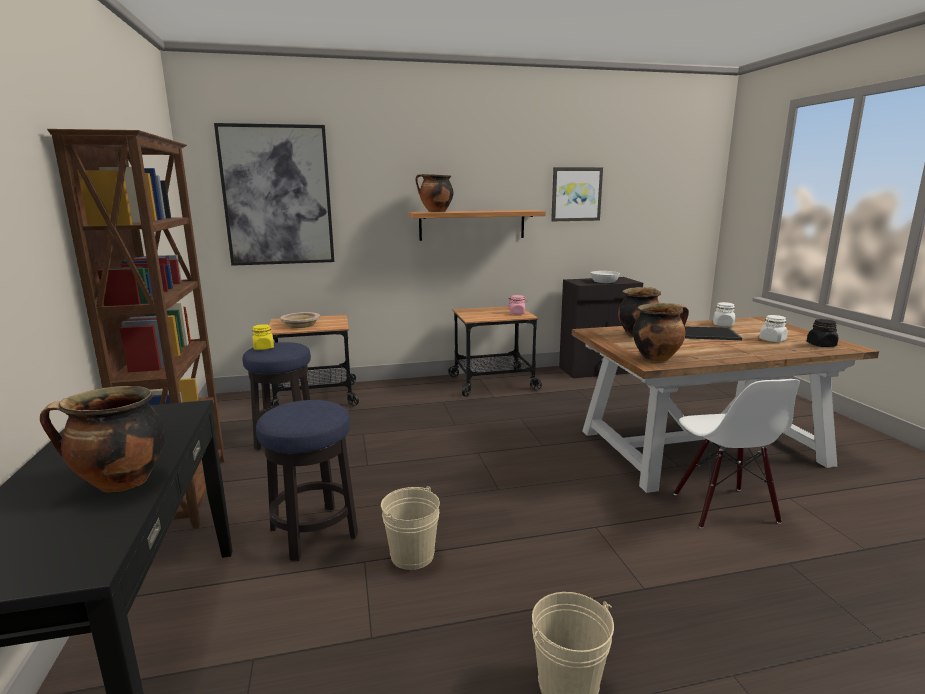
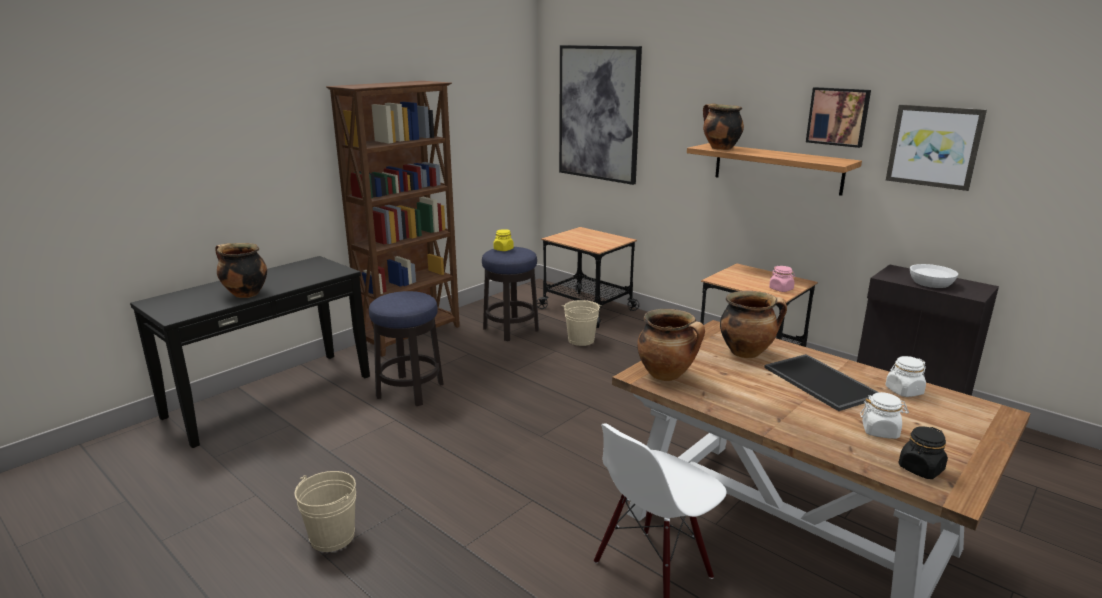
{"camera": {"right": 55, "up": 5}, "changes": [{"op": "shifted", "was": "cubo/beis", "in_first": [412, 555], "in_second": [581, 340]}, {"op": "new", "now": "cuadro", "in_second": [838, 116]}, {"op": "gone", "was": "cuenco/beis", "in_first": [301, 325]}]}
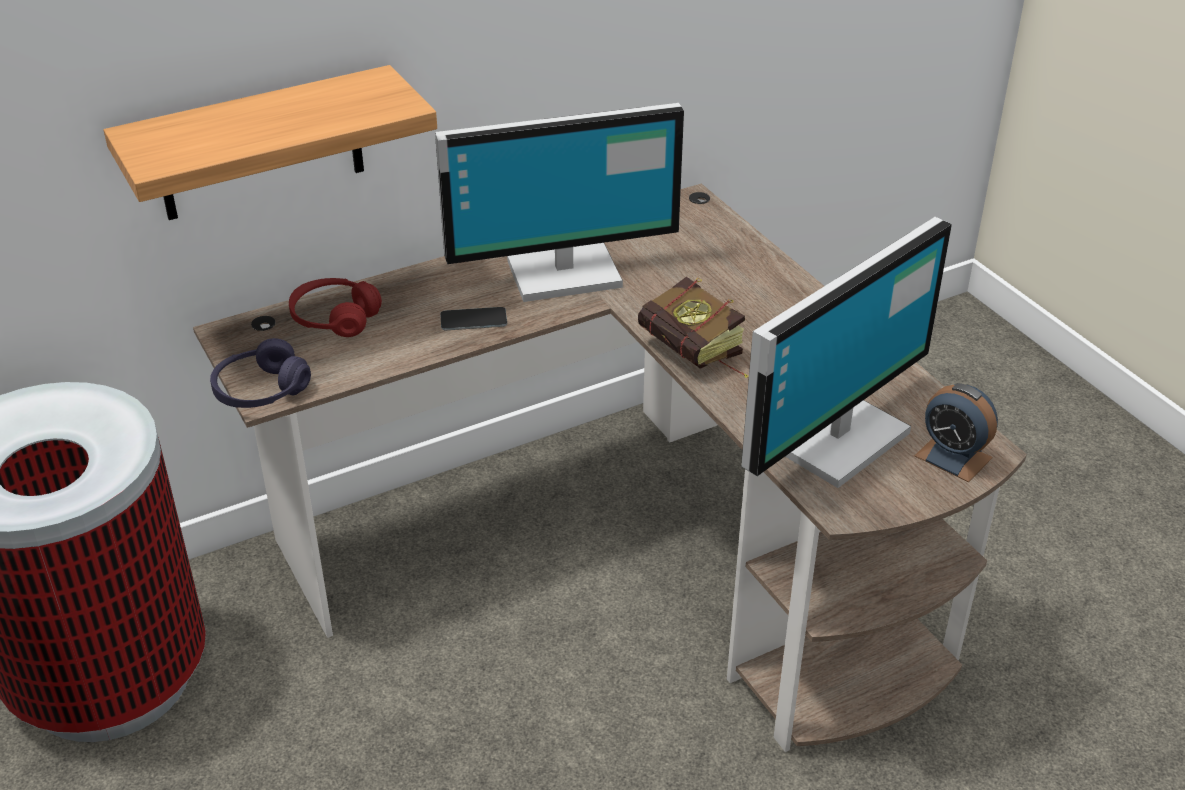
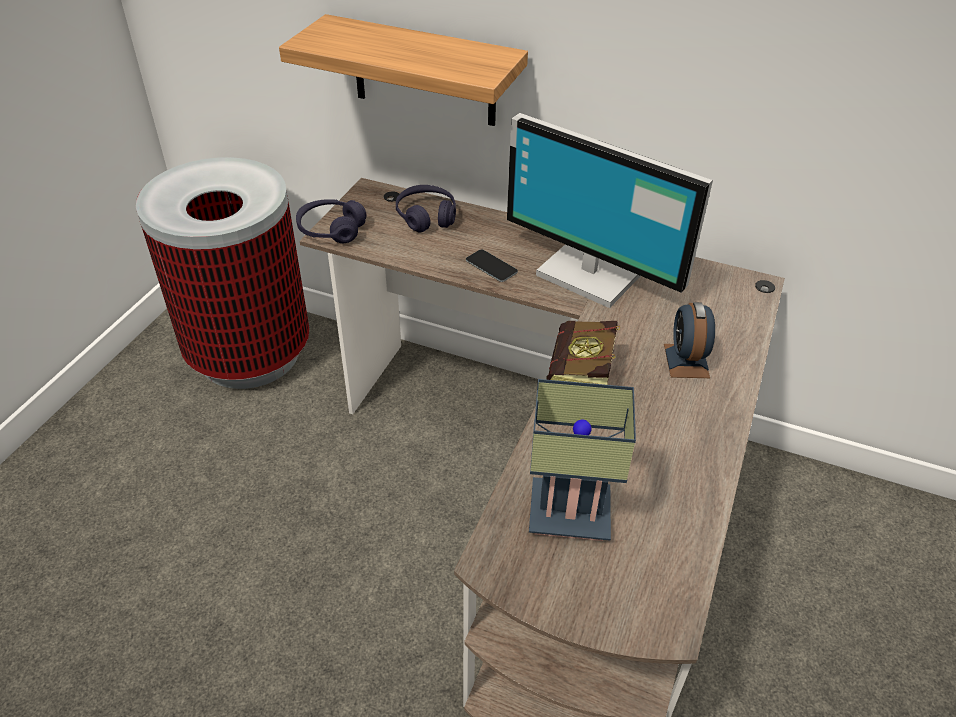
{"camera": {"right": 50, "up": 5}, "changes": [{"op": "repainted", "was": "auriculares/rojo", "now": "auriculares/morado", "in_first": [335, 318], "in_second": [426, 217]}, {"op": "swapped", "was": "monitor", "now": "lámpara de mesa", "in_first": [834, 437], "in_second": [573, 511]}, {"op": "shifted", "was": "despertador", "in_first": [953, 457], "in_second": [686, 361]}]}
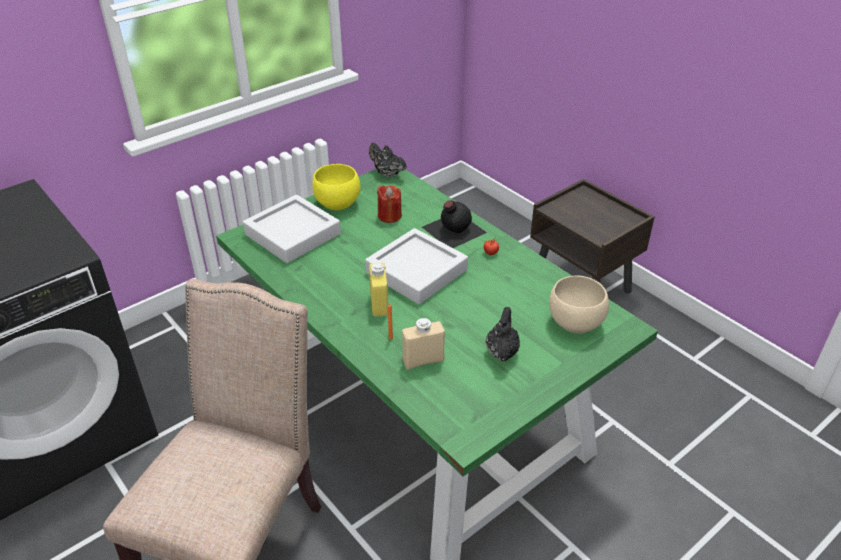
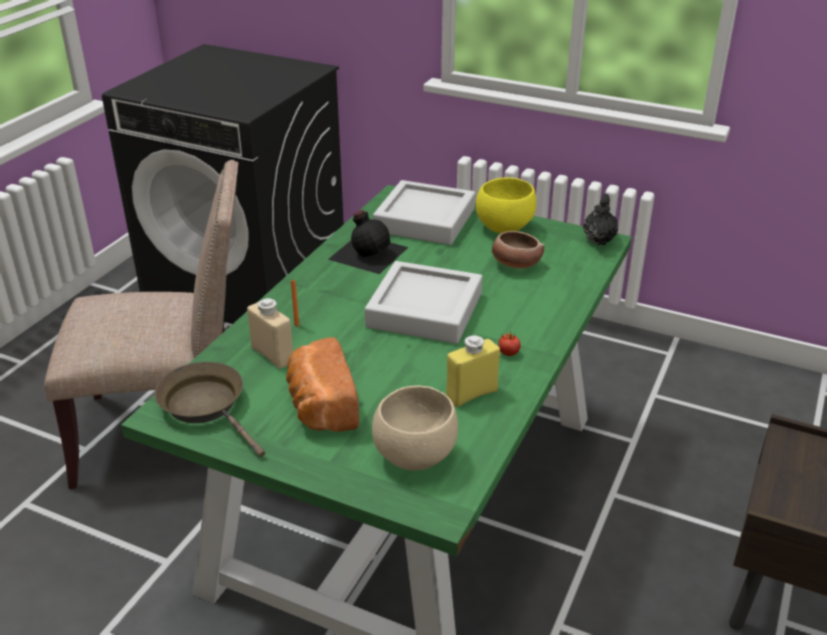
{"camera": {"right": 65, "up": -5}, "changes": [{"op": "new", "now": "sartén/marrón", "in_second": [207, 406]}, {"op": "swapped", "was": "tetera/negro", "now": "pan", "in_first": [501, 352], "in_second": [320, 407]}, {"op": "shifted", "was": "botella/negro", "in_first": [452, 229], "in_second": [368, 252]}, {"op": "shifted", "was": "botella/amarillo", "in_first": [379, 304], "in_second": [471, 394]}, {"op": "swapped", "was": "vela/rojo", "now": "cuenco", "in_first": [389, 216], "in_second": [515, 264]}]}
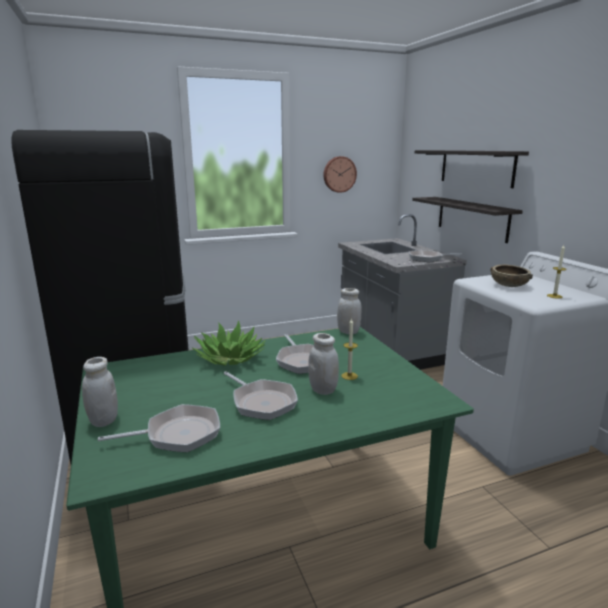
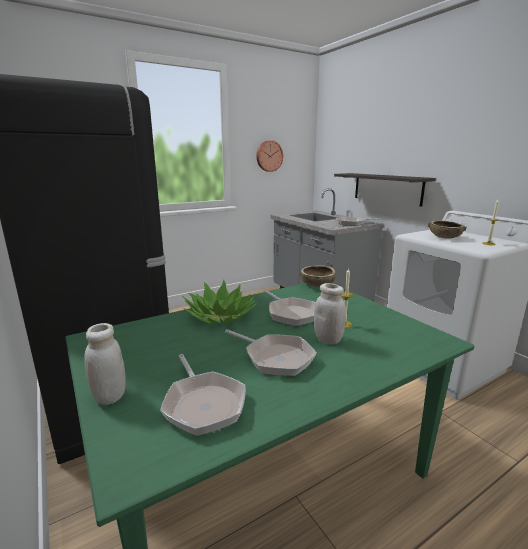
{"camera": {"right": -10, "up": 0}, "changes": [{"op": "rotated", "was": "sartén", "in_first": [177, 434], "in_second": [203, 403], "clockwise": 90}, {"op": "swapped", "was": "tarro/blanco", "now": "cuenco/marrón", "in_first": [348, 332], "in_second": [317, 285]}, {"op": "gone", "was": "estante", "in_first": [476, 167]}]}
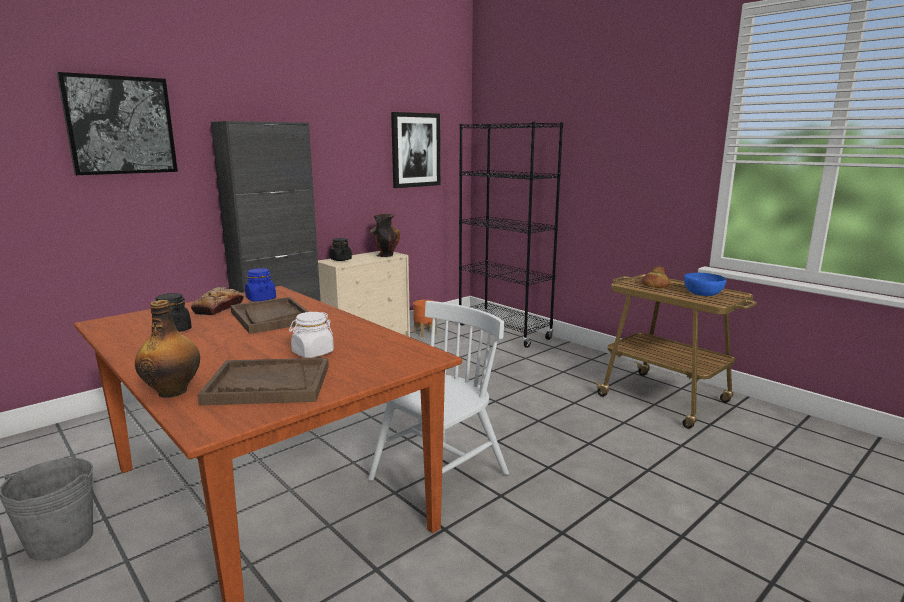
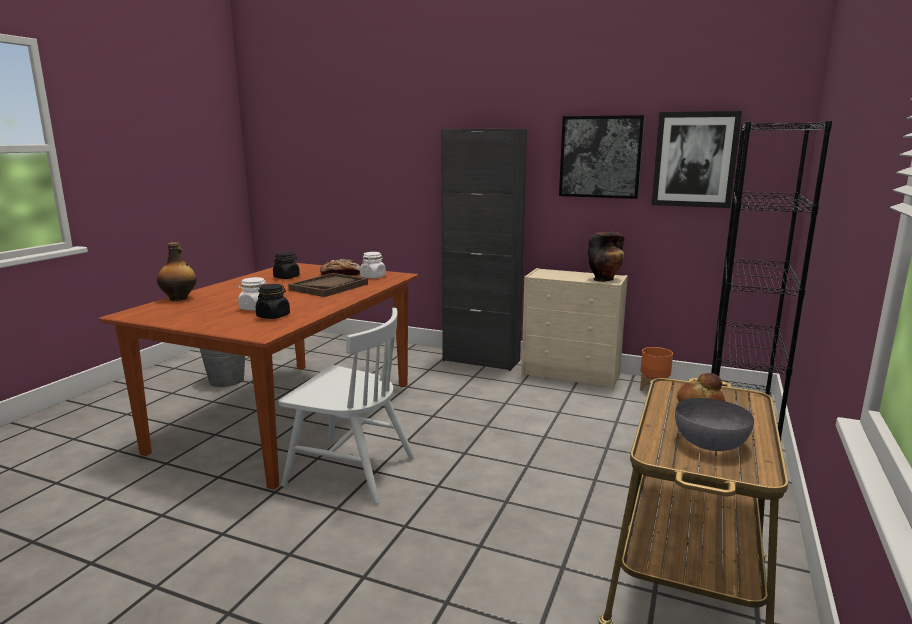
{"camera": {"right": 65, "up": 0}, "changes": [{"op": "shifted", "was": "tarro/negro", "in_first": [340, 259], "in_second": [273, 316]}, {"op": "repainted", "was": "tarro/azul", "now": "tarro/blanco", "in_first": [261, 299], "in_second": [373, 277]}, {"op": "shifted", "was": "cuadro", "in_first": [120, 125], "in_second": [600, 157]}, {"op": "repainted", "was": "cuenco/azul", "now": "cuenco/gris", "in_first": [702, 293], "in_second": [710, 442]}, {"op": "gone", "was": "bandeja/marrón", "in_first": [268, 384]}]}
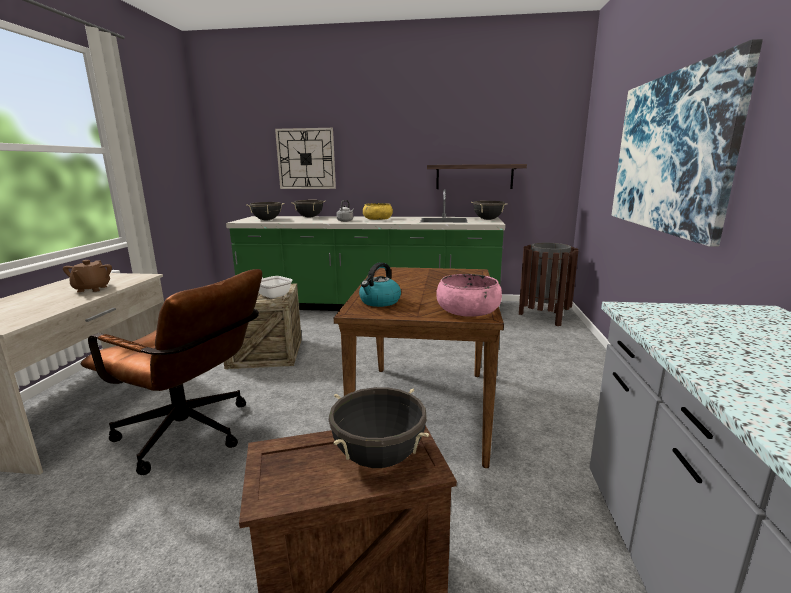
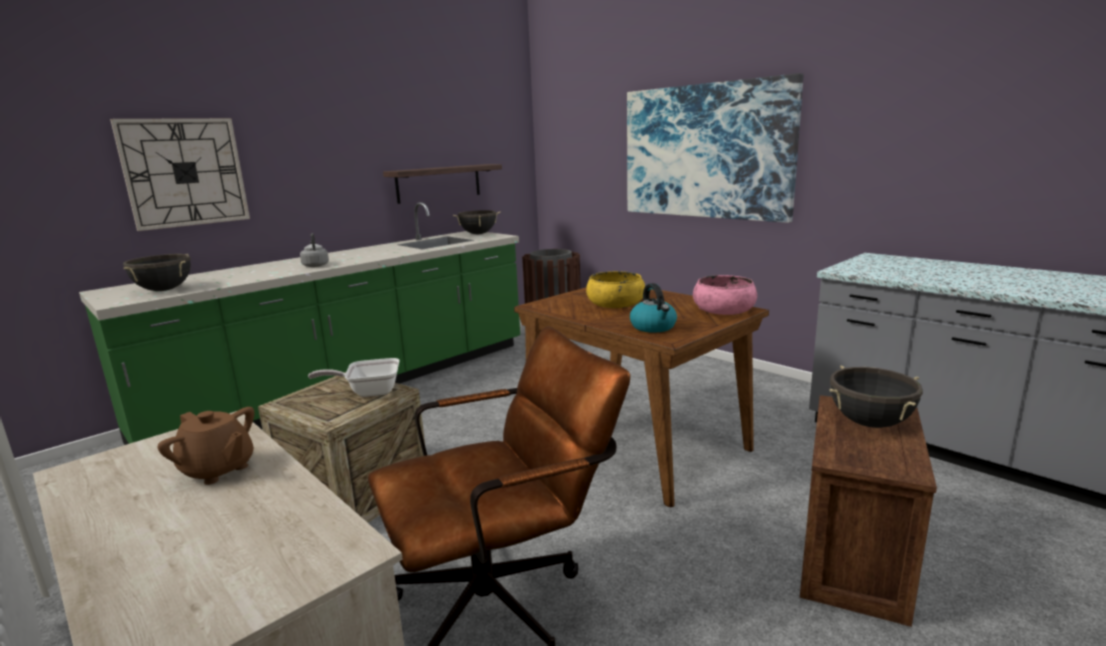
{"camera": {"right": -50, "up": 0}, "changes": [{"op": "shifted", "was": "cuenco/amarillo", "in_first": [377, 219], "in_second": [615, 304]}, {"op": "gone", "was": "olla/negro", "in_first": [309, 217]}]}
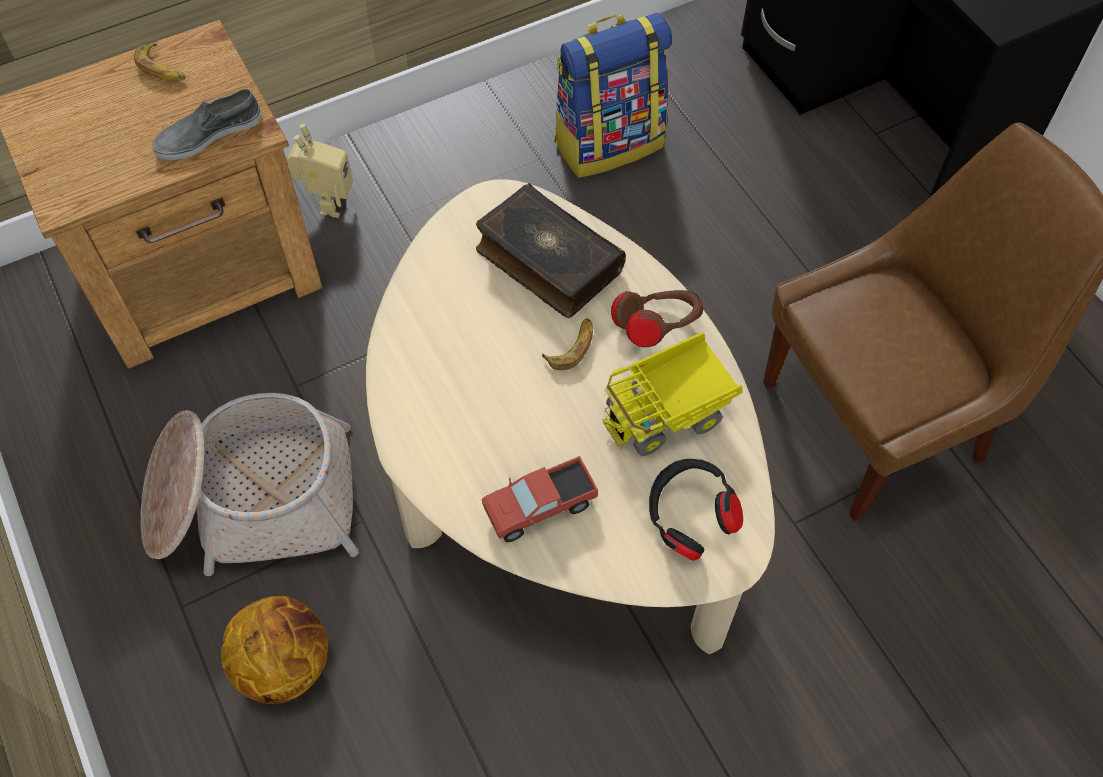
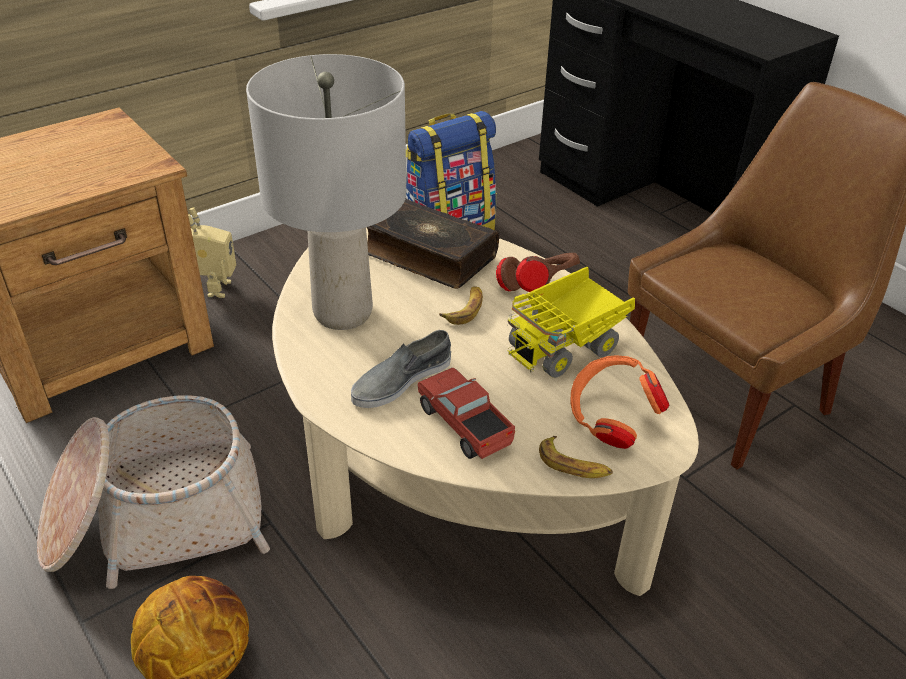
{"camera": {"right": -10, "up": -20}, "changes": [{"op": "new", "now": "lámpara de mesa/gris", "in_second": [341, 313]}, {"op": "shifted", "was": "zapato/gris", "in_first": [208, 134], "in_second": [401, 380]}, {"op": "rotated", "was": "camión de juguete", "in_first": [540, 507], "in_second": [464, 427], "clockwise": 90}, {"op": "shifted", "was": "plátano", "in_first": [162, 69], "in_second": [574, 465]}, {"op": "repainted", "was": "auriculares/negro", "now": "auriculares/naranja", "in_first": [688, 519], "in_second": [610, 421]}]}
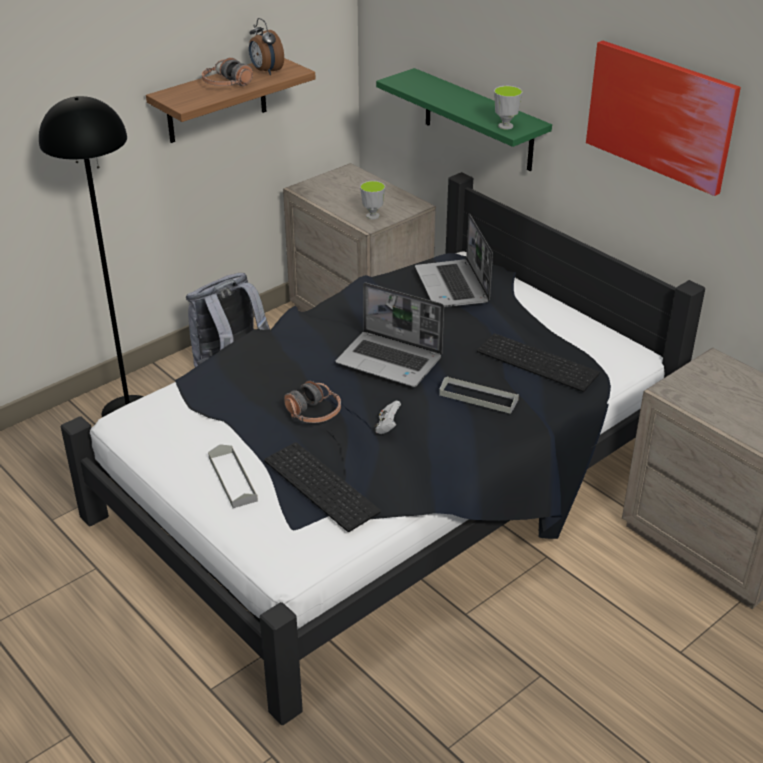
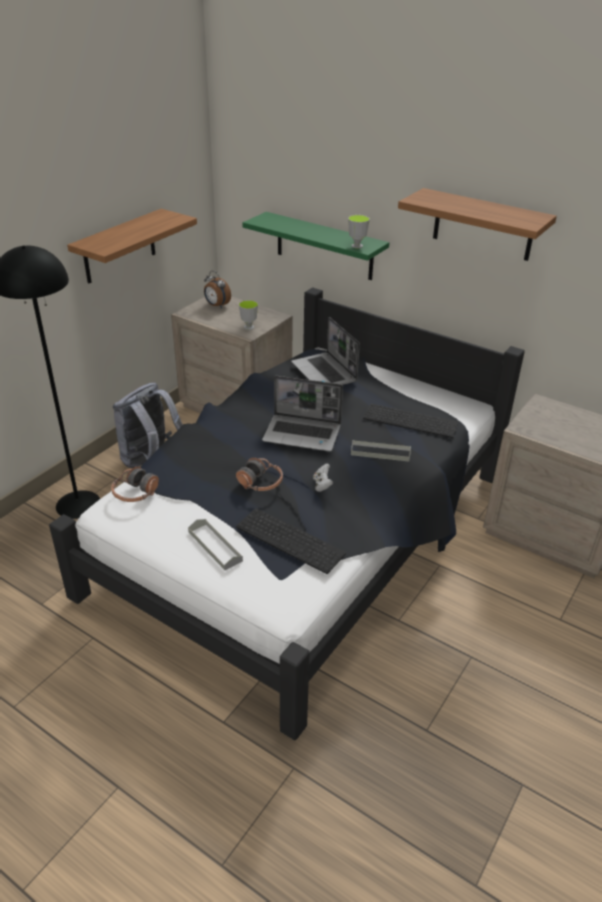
{"camera": {"right": -15, "up": 0}, "changes": [{"op": "shifted", "was": "auriculares", "in_first": [227, 85], "in_second": [135, 493]}, {"op": "shifted", "was": "despertador", "in_first": [266, 71], "in_second": [216, 306]}, {"op": "swapped", "was": "cuadro", "now": "estante", "in_first": [660, 115], "in_second": [483, 225]}]}
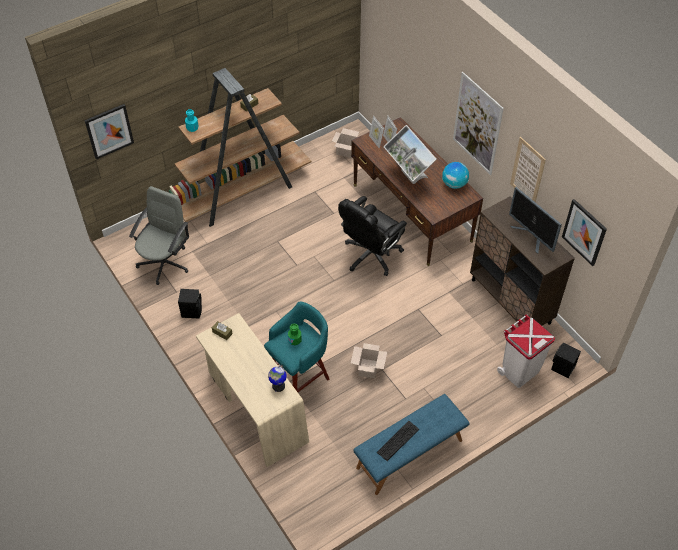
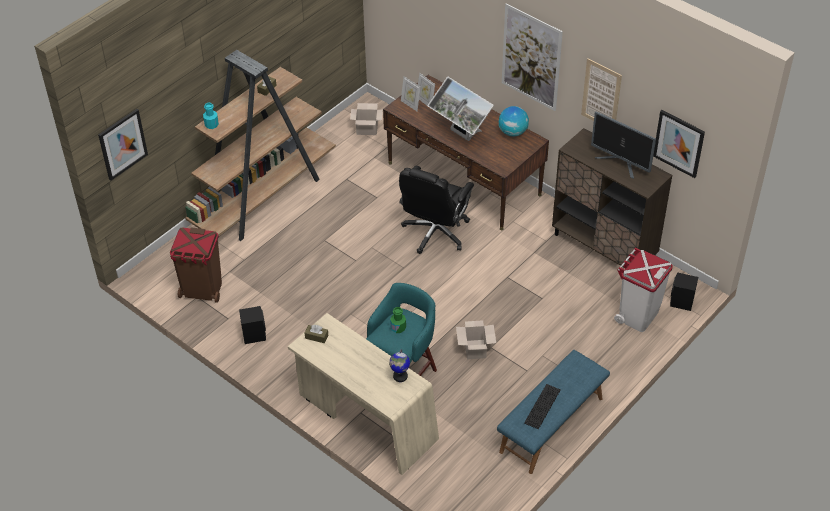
{"camera": {"right": -15, "up": -5}, "changes": [{"op": "swapped", "was": "silla de oficina/gris", "now": "papelera/marrón", "in_first": [165, 263], "in_second": [202, 290]}]}
